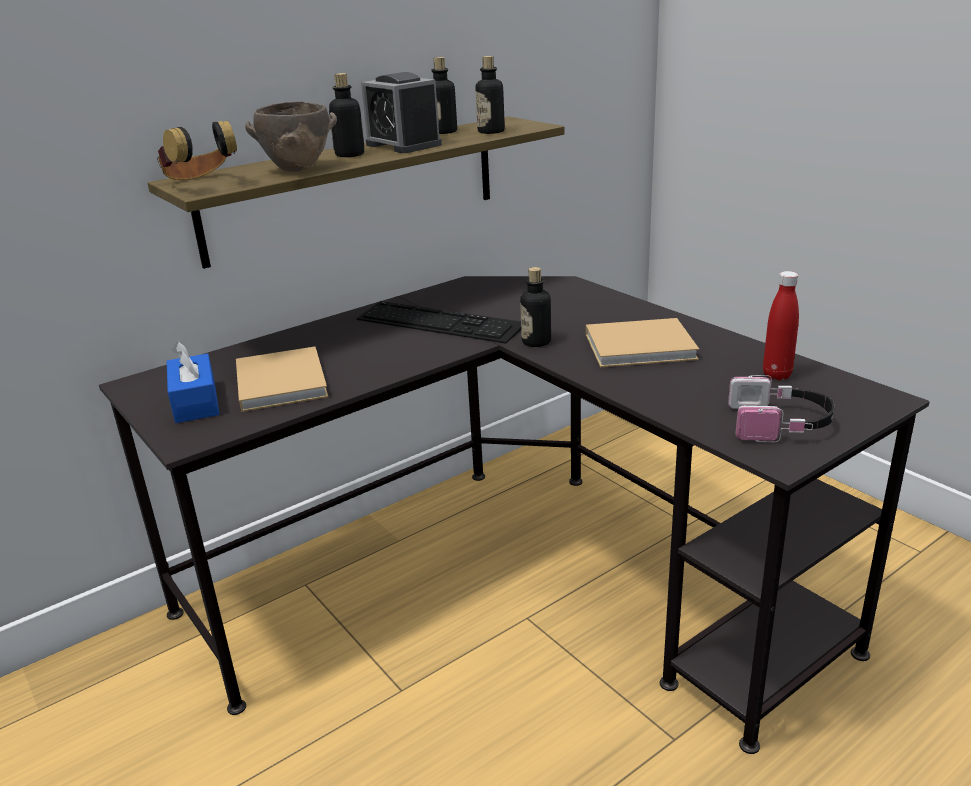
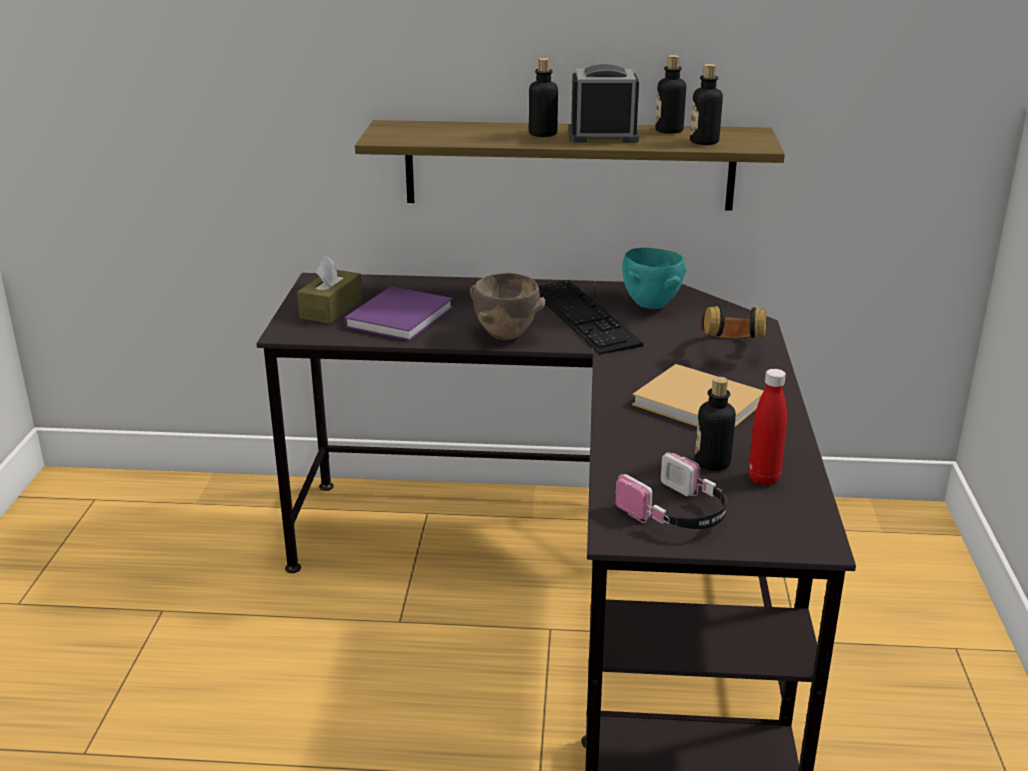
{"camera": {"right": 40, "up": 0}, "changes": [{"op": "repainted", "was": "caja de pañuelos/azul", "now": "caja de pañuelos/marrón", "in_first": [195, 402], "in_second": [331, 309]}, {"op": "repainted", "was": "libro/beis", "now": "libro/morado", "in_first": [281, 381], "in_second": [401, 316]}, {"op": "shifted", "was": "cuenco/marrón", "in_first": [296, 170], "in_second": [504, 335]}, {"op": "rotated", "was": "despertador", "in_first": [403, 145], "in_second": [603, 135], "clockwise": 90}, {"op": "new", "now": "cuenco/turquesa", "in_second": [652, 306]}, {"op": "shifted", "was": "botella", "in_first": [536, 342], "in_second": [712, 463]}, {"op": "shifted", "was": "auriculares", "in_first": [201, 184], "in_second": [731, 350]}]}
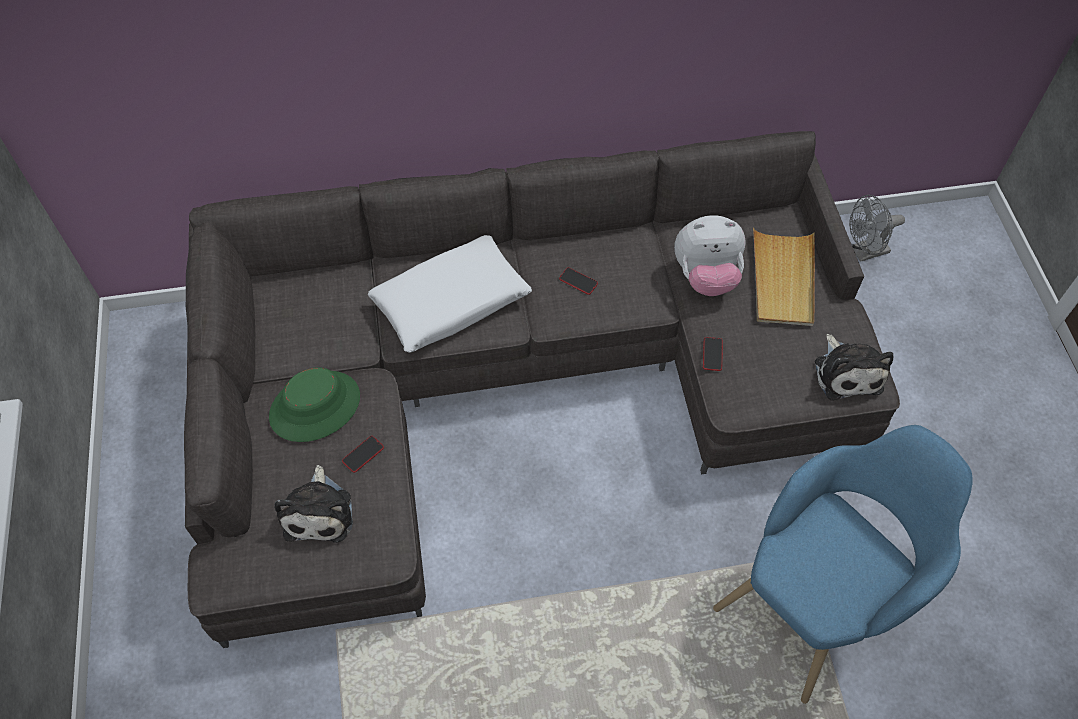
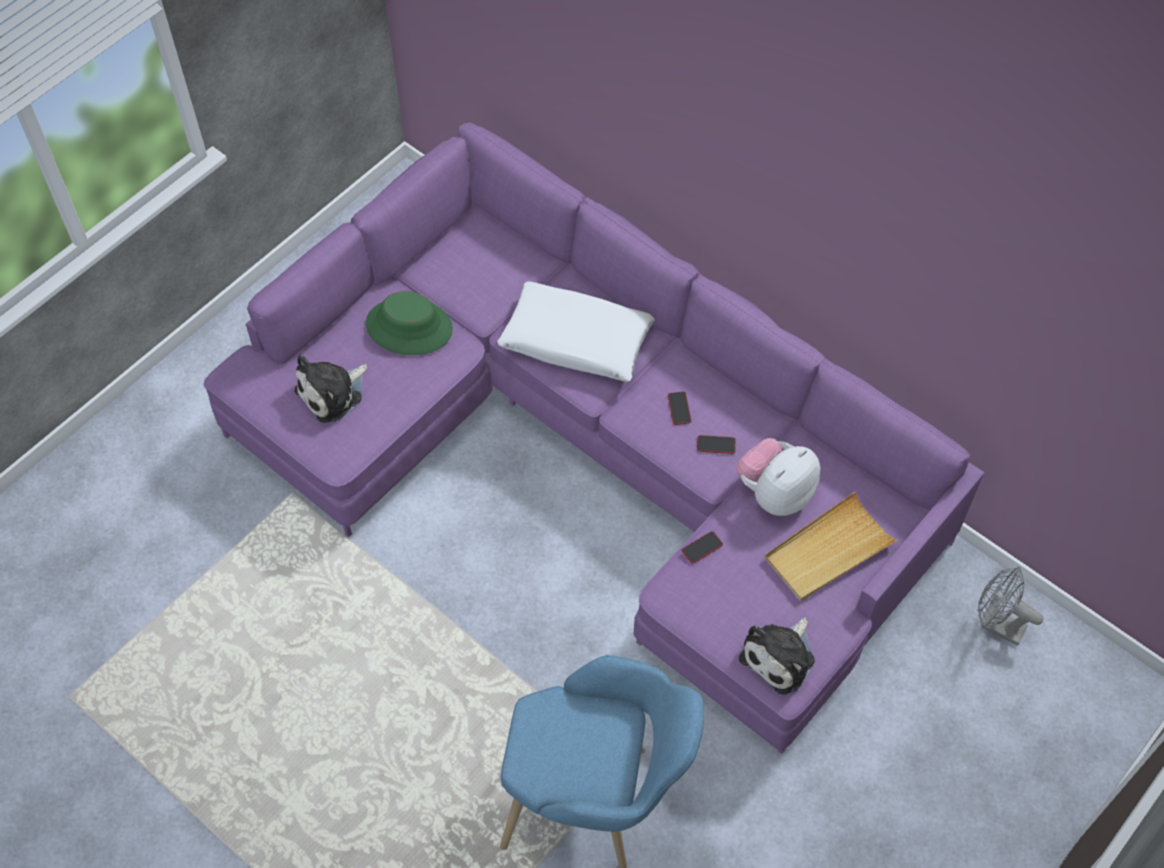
{"camera": {"right": 50, "up": 0}, "changes": [{"op": "repainted", "was": "sofá/gris", "now": "sofá/morado", "in_first": [510, 382], "in_second": [592, 449]}, {"op": "shifted", "was": "móvil", "in_first": [363, 454], "in_second": [716, 445]}, {"op": "rotated", "was": "peluche", "in_first": [706, 276], "in_second": [775, 493], "clockwise": 90}]}
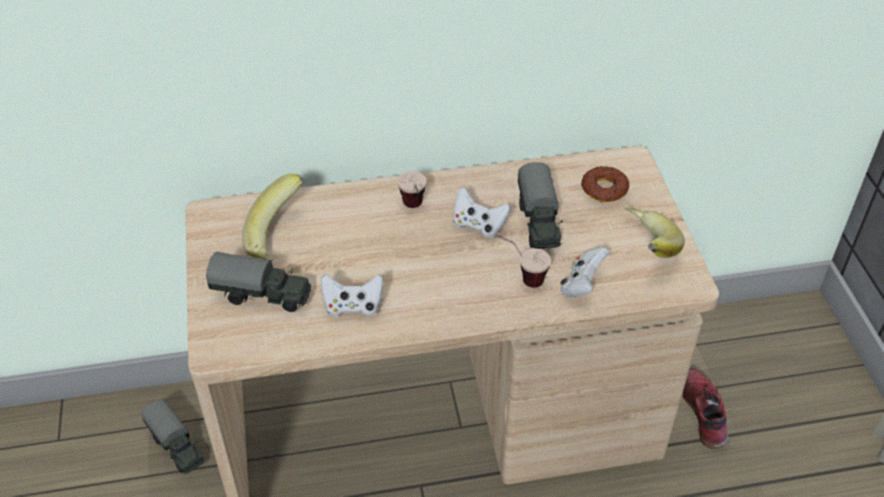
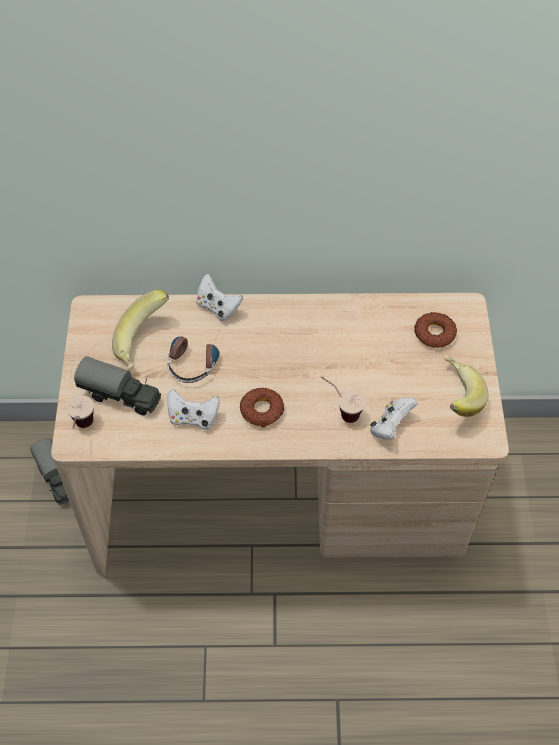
{"camera": {"right": 10, "up": 10}, "changes": [{"op": "shifted", "was": "taza", "in_first": [414, 210], "in_second": [83, 430]}, {"op": "new", "now": "auriculares", "in_second": [194, 358]}, {"op": "shifted", "was": "mando de consola/blanco", "in_first": [479, 225], "in_second": [218, 307]}, {"op": "new", "now": "rosquilla", "in_second": [262, 410]}, {"op": "gone", "was": "camión de juguete", "in_first": [539, 222]}, {"op": "gone", "was": "zapato", "in_first": [704, 412]}]}
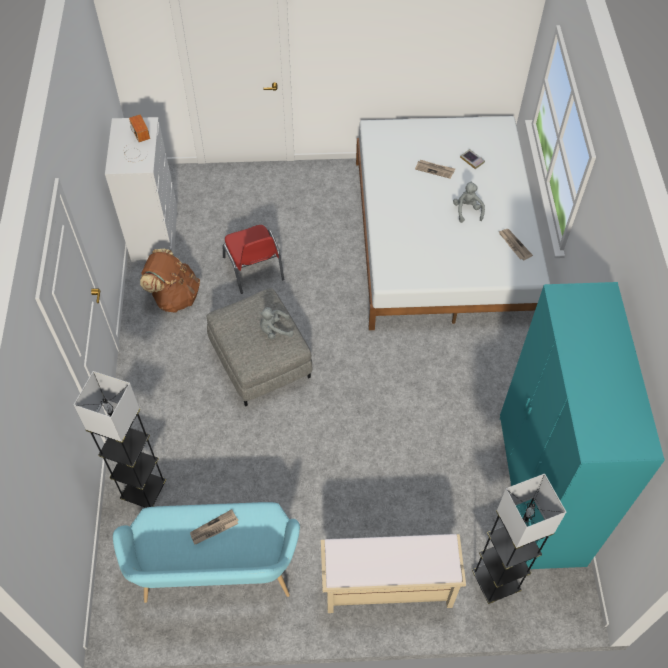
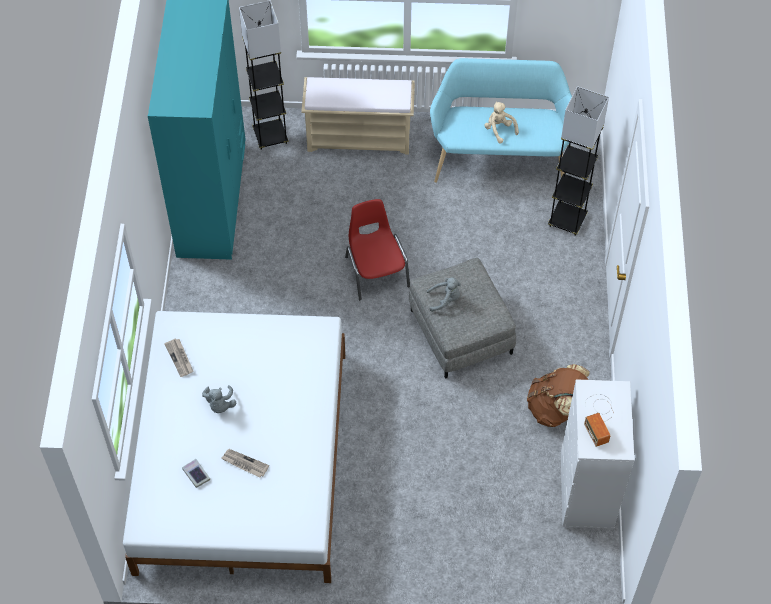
{"camera": {"right": -175, "up": 0}, "changes": [{"op": "shifted", "was": "silla/rojo", "in_first": [254, 269], "in_second": [376, 271]}, {"op": "swapped", "was": "periódico", "now": "peluche/beis", "in_first": [214, 528], "in_second": [499, 130]}]}
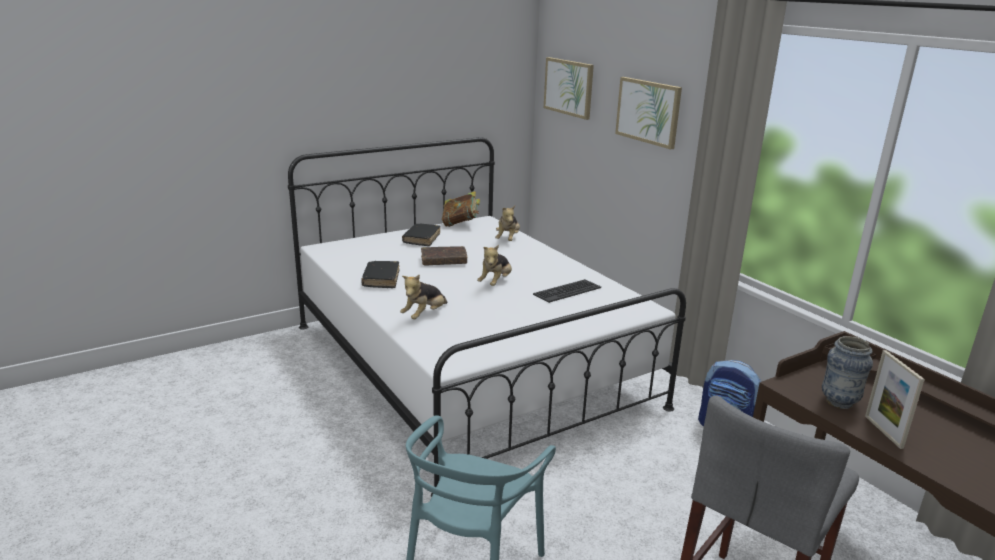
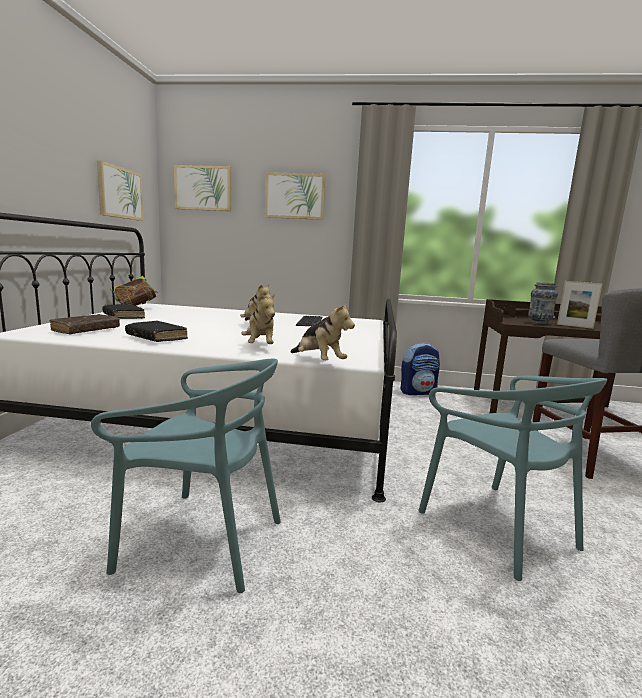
{"camera": {"right": -50, "up": -10}, "changes": [{"op": "shifted", "was": "libro/marrón", "in_first": [444, 261], "in_second": [86, 330]}, {"op": "new", "now": "silla/turquesa", "in_second": [202, 541]}, {"op": "new", "now": "cuadro", "in_second": [120, 193]}, {"op": "shifted", "was": "peluche", "in_first": [508, 239], "in_second": [318, 361]}]}
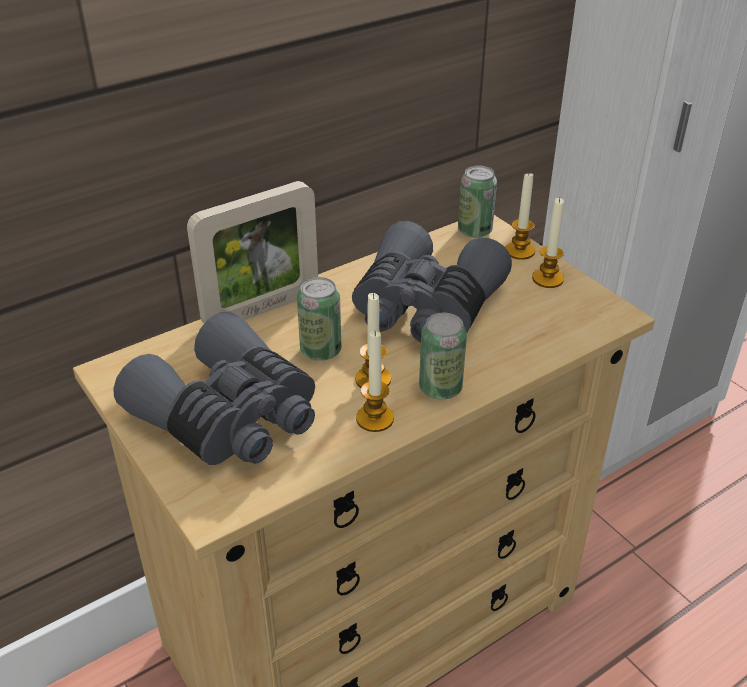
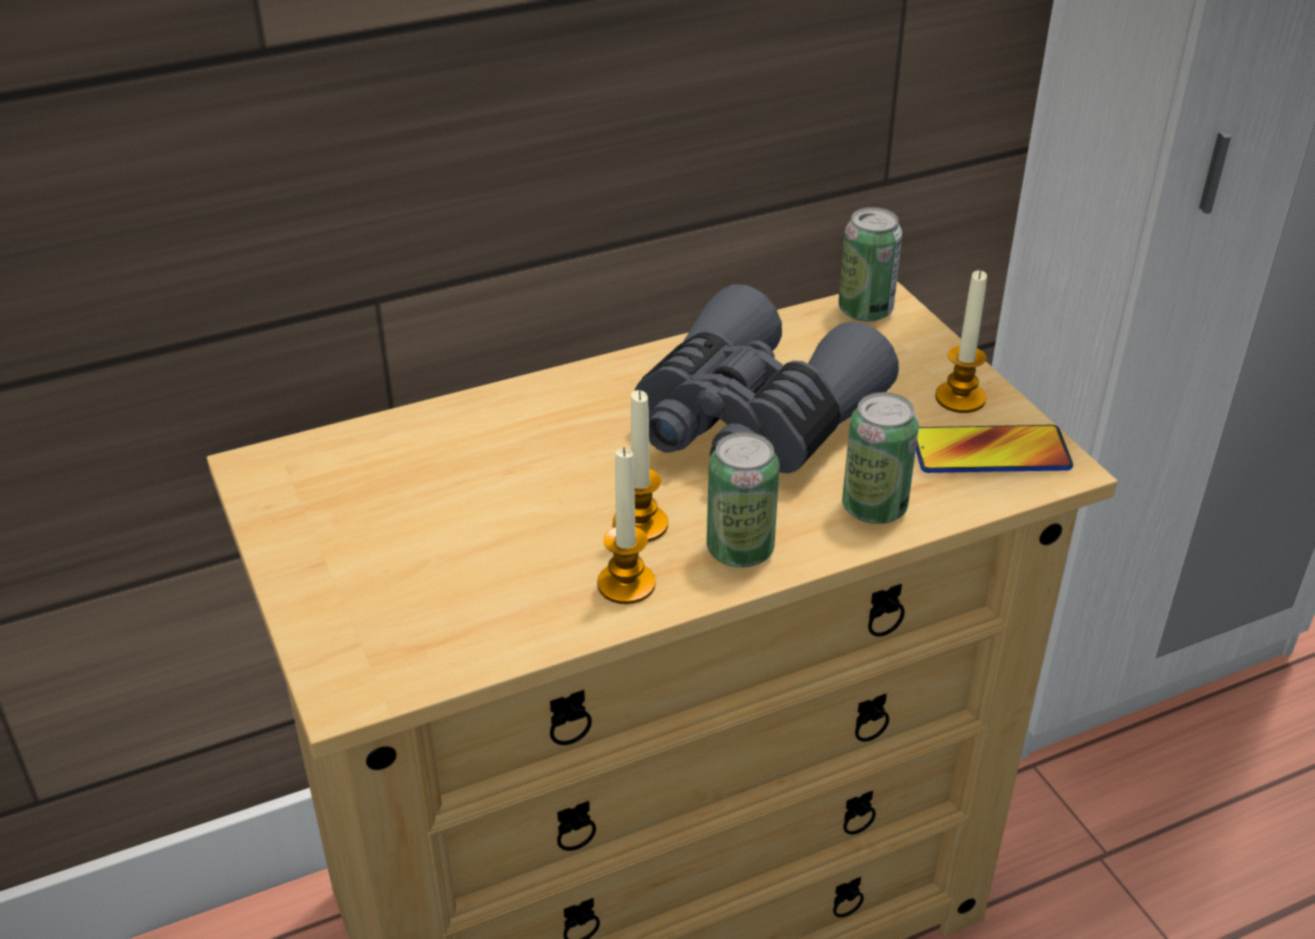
{"camera": {"right": 10, "up": 0}, "changes": [{"op": "shifted", "was": "lata", "in_first": [321, 350], "in_second": [874, 508]}, {"op": "new", "now": "móvil", "in_second": [990, 452]}, {"op": "gone", "was": "prismáticos/gris", "in_first": [230, 417]}, {"op": "gone", "was": "portarretratos", "in_first": [261, 309]}, {"op": "gone", "was": "vela", "in_first": [519, 251]}]}
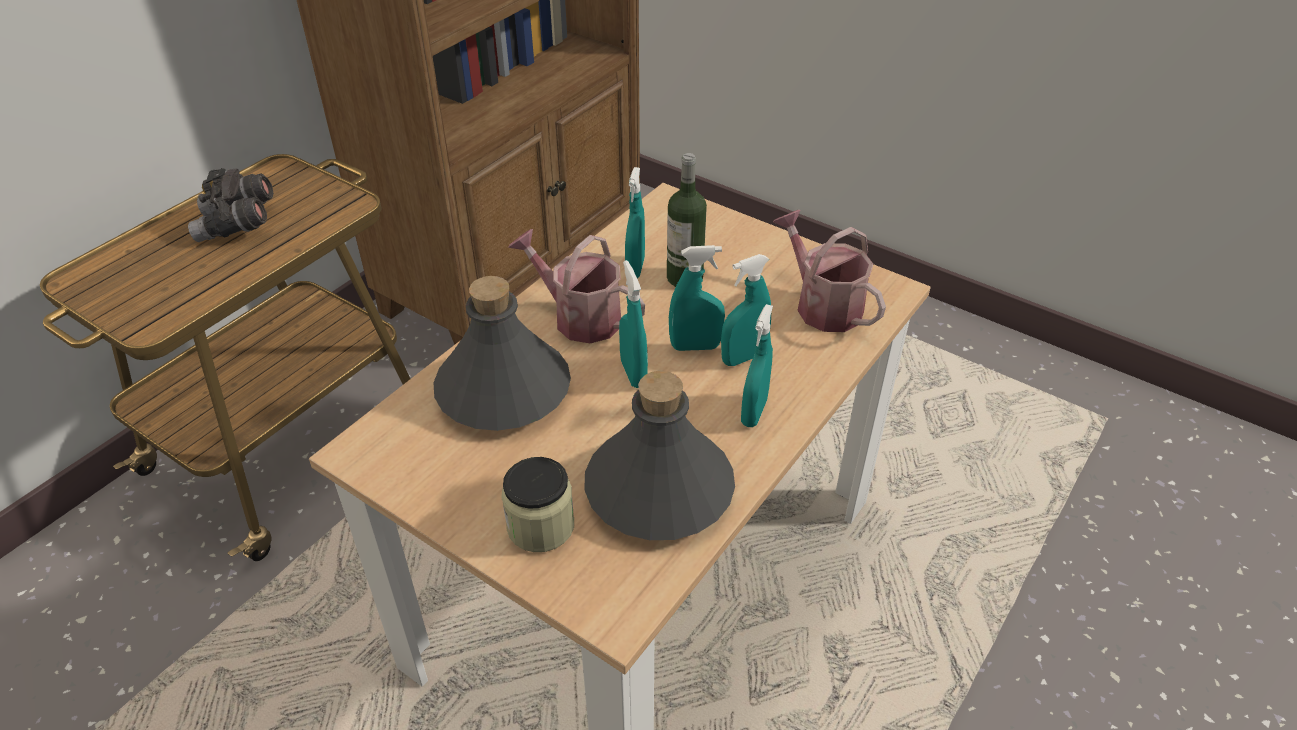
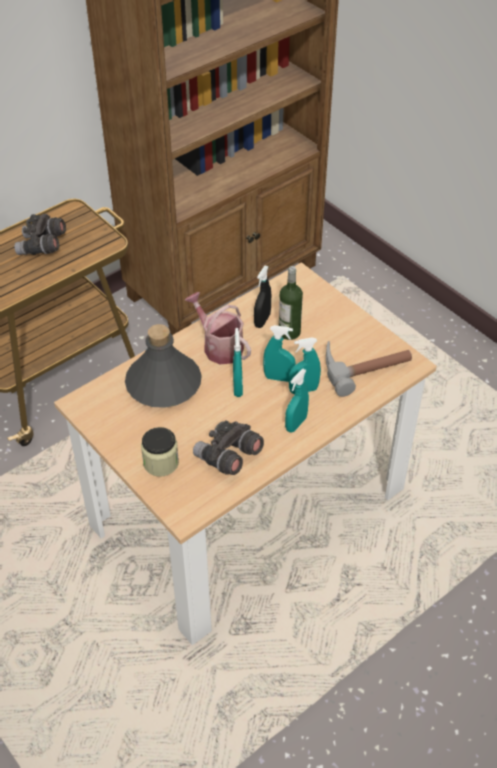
{"camera": {"right": 15, "up": 5}, "changes": [{"op": "swapped", "was": "botella/gris", "now": "prismáticos/gris", "in_first": [659, 491], "in_second": [228, 457]}, {"op": "repainted", "was": "pulverizador/turquesa", "now": "pulverizador/negro", "in_first": [635, 268], "in_second": [262, 320]}, {"op": "swapped", "was": "regadera", "now": "martillo", "in_first": [822, 305], "in_second": [364, 365]}]}
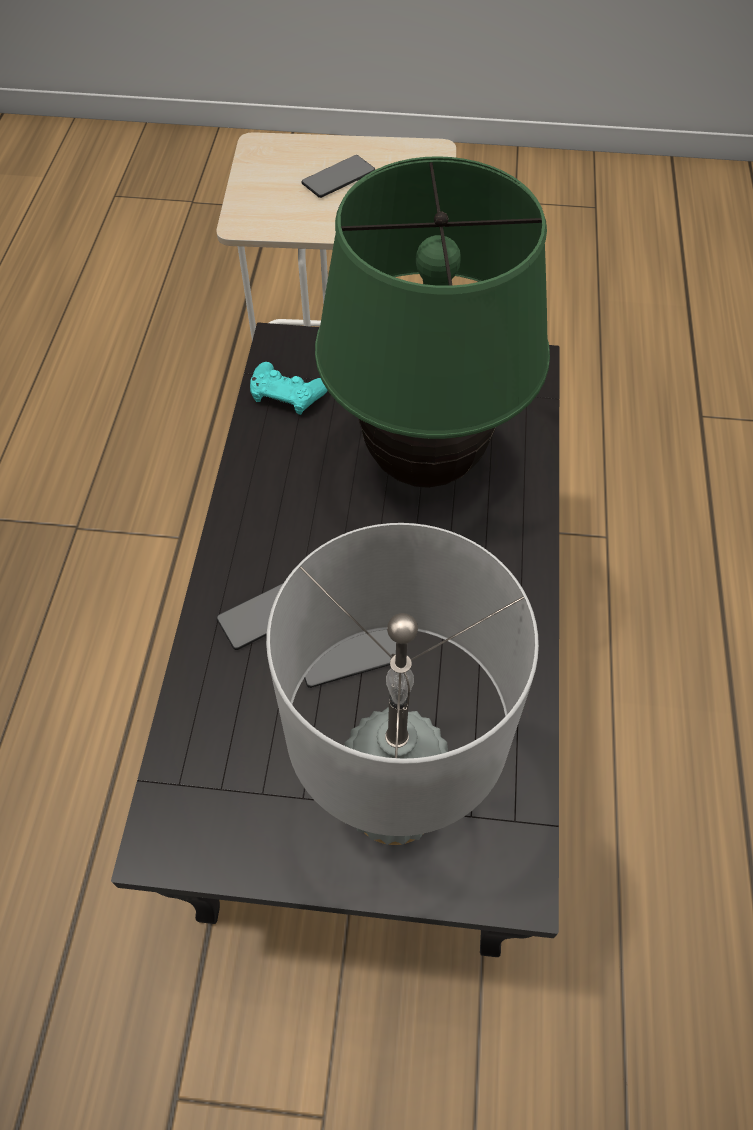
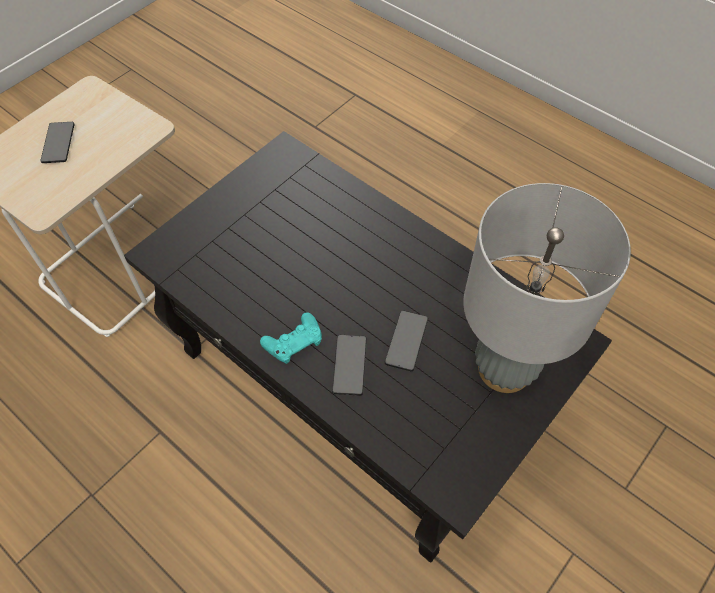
{"camera": {"right": -55, "up": 0}, "changes": [{"op": "shifted", "was": "mando de consola/turquesa", "in_first": [287, 394], "in_second": [294, 342]}, {"op": "gone", "was": "lámpara de mesa/verde", "in_first": [424, 464]}]}
